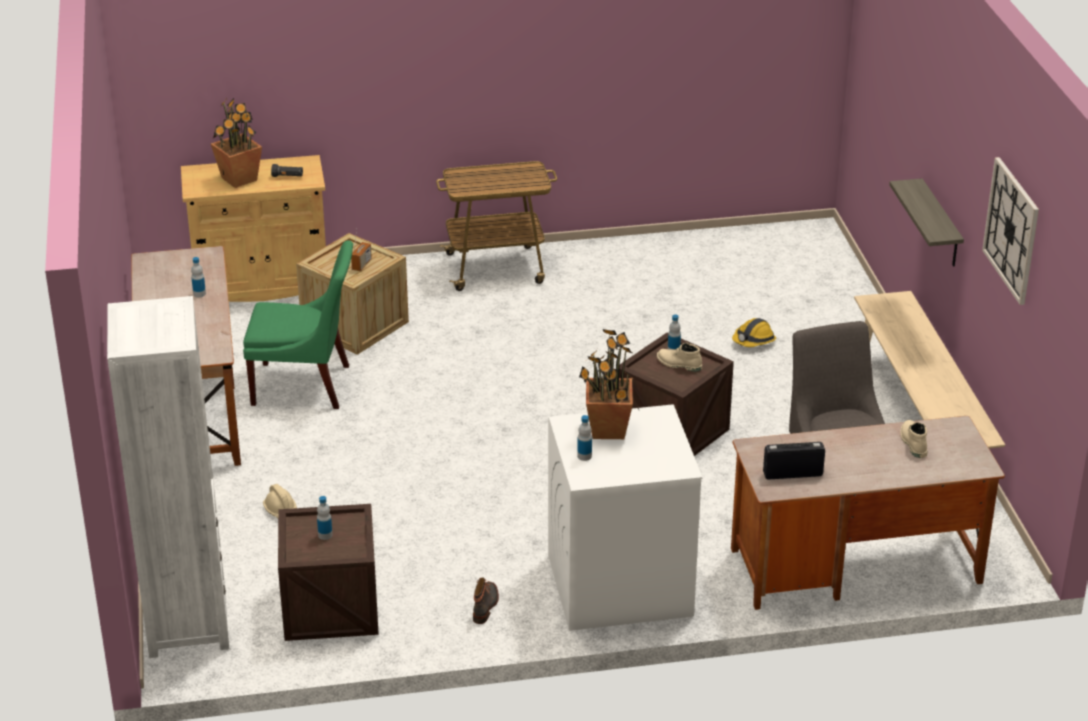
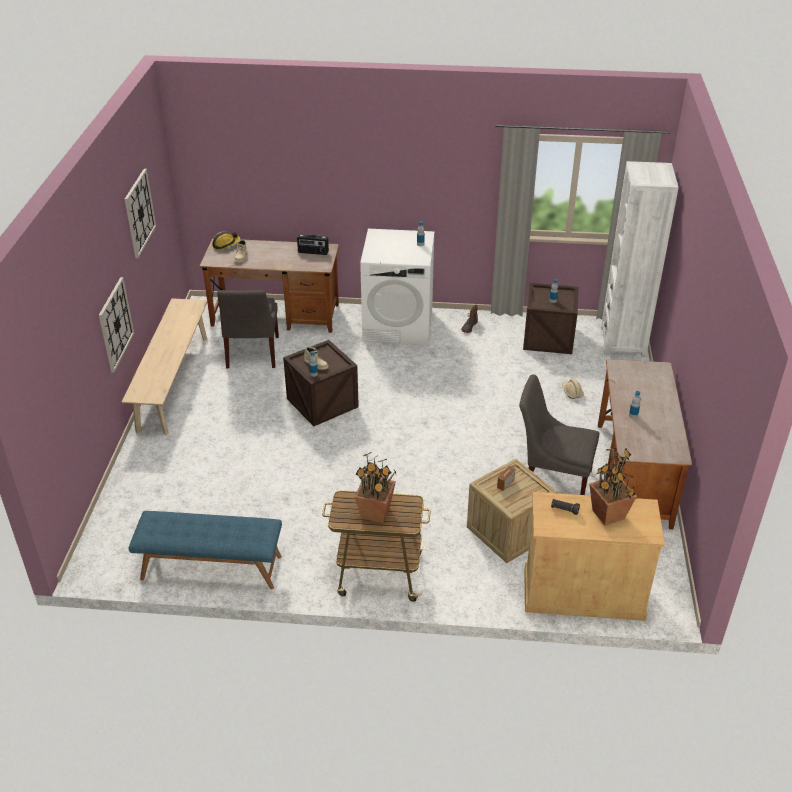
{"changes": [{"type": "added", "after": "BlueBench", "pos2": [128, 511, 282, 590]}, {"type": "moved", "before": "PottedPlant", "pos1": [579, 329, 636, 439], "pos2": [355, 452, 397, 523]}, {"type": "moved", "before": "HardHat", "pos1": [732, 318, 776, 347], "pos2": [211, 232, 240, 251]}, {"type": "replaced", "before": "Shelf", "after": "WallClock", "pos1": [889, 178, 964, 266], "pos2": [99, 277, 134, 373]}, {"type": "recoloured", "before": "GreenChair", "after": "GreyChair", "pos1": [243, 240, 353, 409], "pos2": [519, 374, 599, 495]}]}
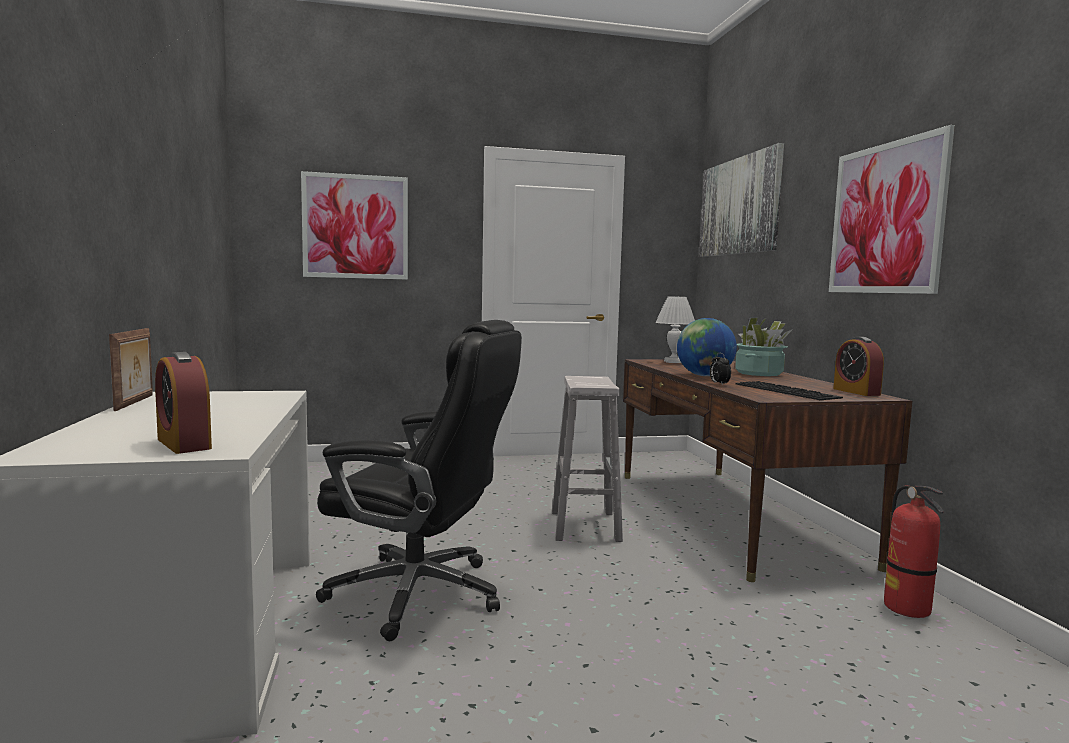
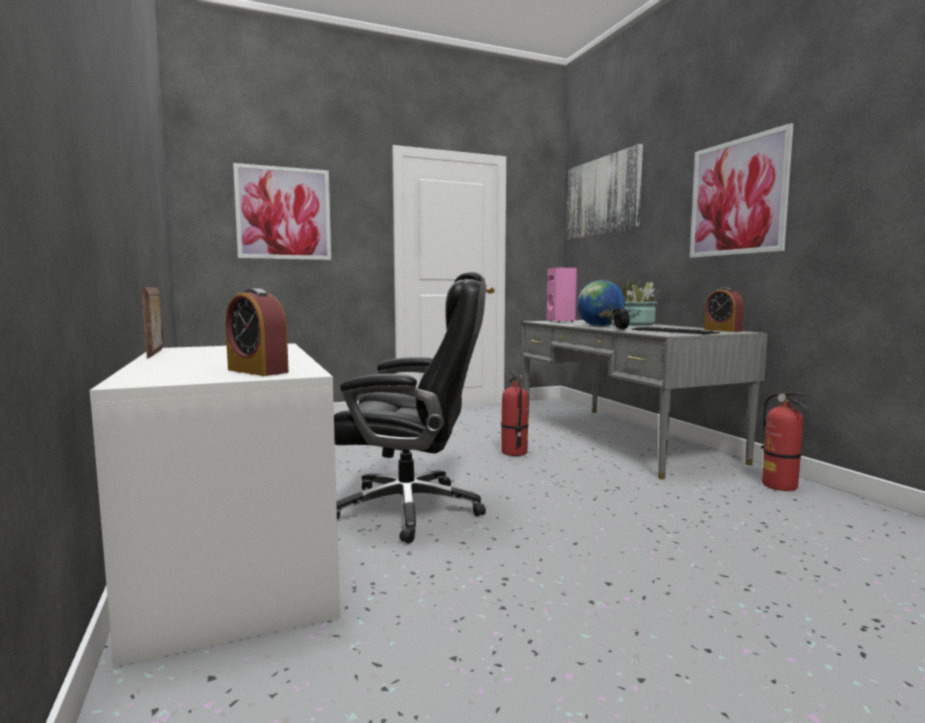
{"changes": [{"type": "replaced", "before": "WhiteStool", "after": "FireExtinguisher", "pos1": [552, 376, 623, 542], "pos2": [501, 371, 528, 456]}, {"type": "replaced", "before": "WhiteTableLamp", "after": "PinkSpeaker", "pos1": [656, 296, 695, 363], "pos2": [547, 268, 577, 322]}, {"type": "recoloured", "before": "BrownDesk", "after": "GreyDesk", "pos1": [623, 359, 912, 582], "pos2": [521, 320, 768, 479]}]}
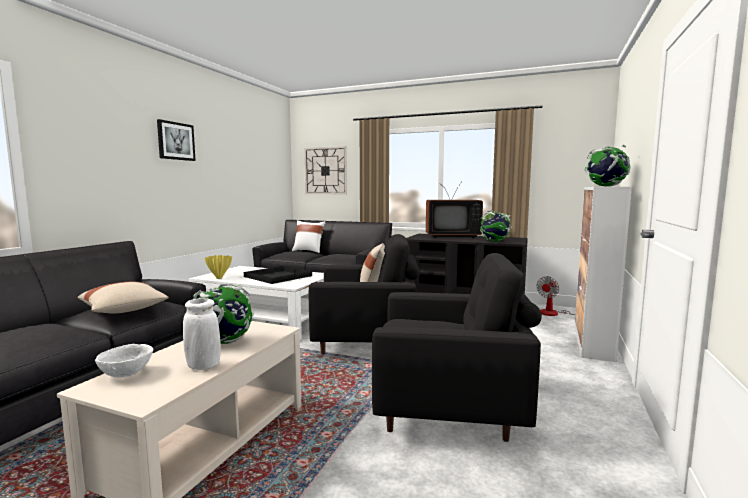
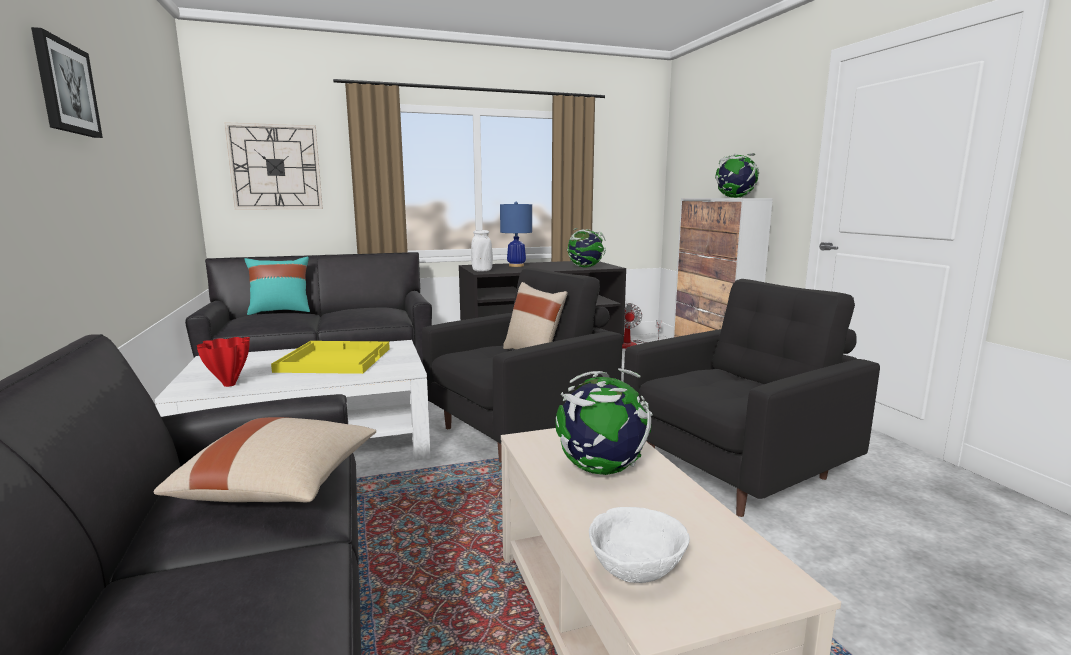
{"changes": [{"type": "moved", "before": "WhiteVase", "pos1": [183, 298, 221, 370], "pos2": [471, 230, 493, 272]}, {"type": "replaced", "before": "Television", "after": "BlueTableLamp", "pos1": [426, 181, 483, 238], "pos2": [500, 201, 532, 267]}, {"type": "recoloured", "before": "YellowVase", "after": "RedVase", "pos1": [205, 255, 232, 279], "pos2": [197, 337, 250, 387]}, {"type": "recoloured", "before": "BlackTray", "after": "YellowTray", "pos1": [244, 266, 312, 284], "pos2": [271, 341, 390, 374]}, {"type": "recoloured", "before": "WhitePillow", "after": "TurquoisePillow", "pos1": [292, 220, 326, 253], "pos2": [245, 256, 310, 315]}]}
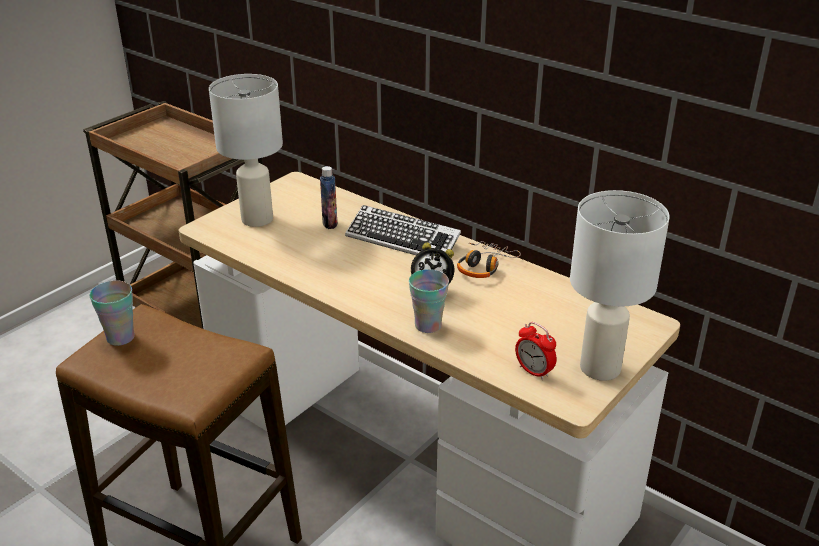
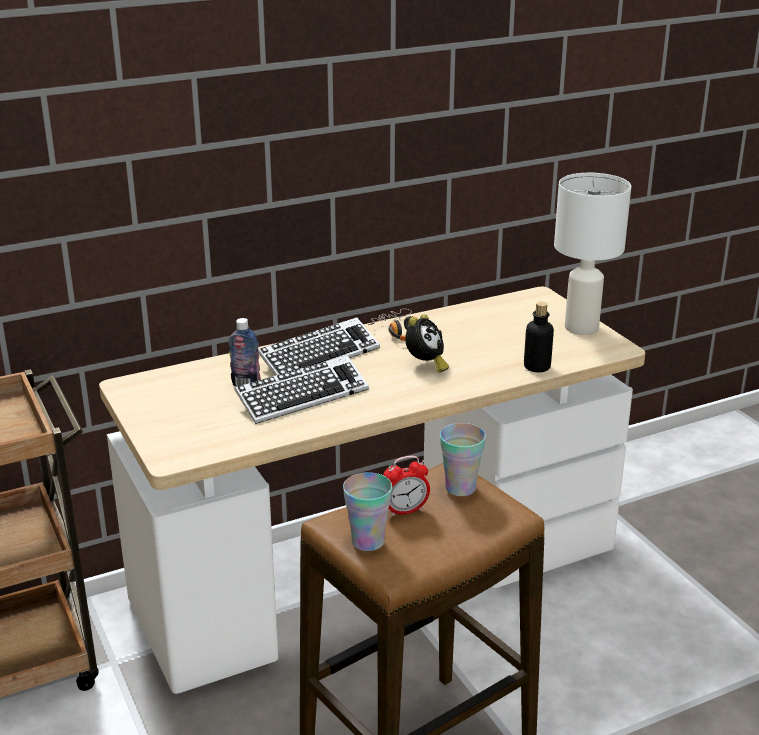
{"changes": [{"type": "removed", "before": "WhiteTableLamp", "pos1": [209, 74, 283, 227]}, {"type": "added", "after": "Keyboard", "pos2": [235, 355, 369, 424]}, {"type": "added", "after": "Bottle", "pos2": [524, 302, 554, 372]}, {"type": "moved", "before": "Cup", "pos1": [409, 269, 449, 333], "pos2": [440, 423, 486, 496]}, {"type": "moved", "before": "AlarmClock", "pos1": [515, 322, 557, 380], "pos2": [383, 456, 430, 517]}]}
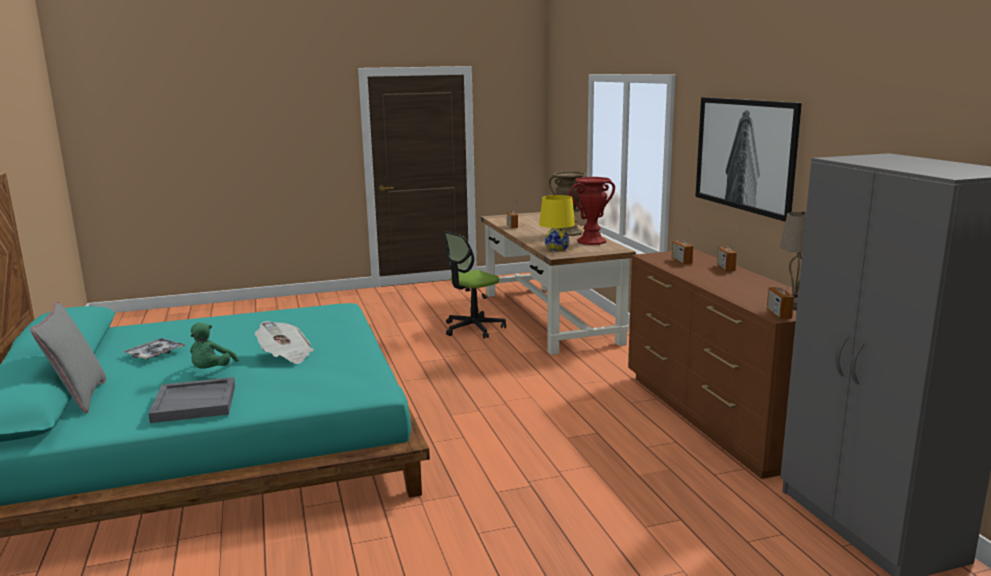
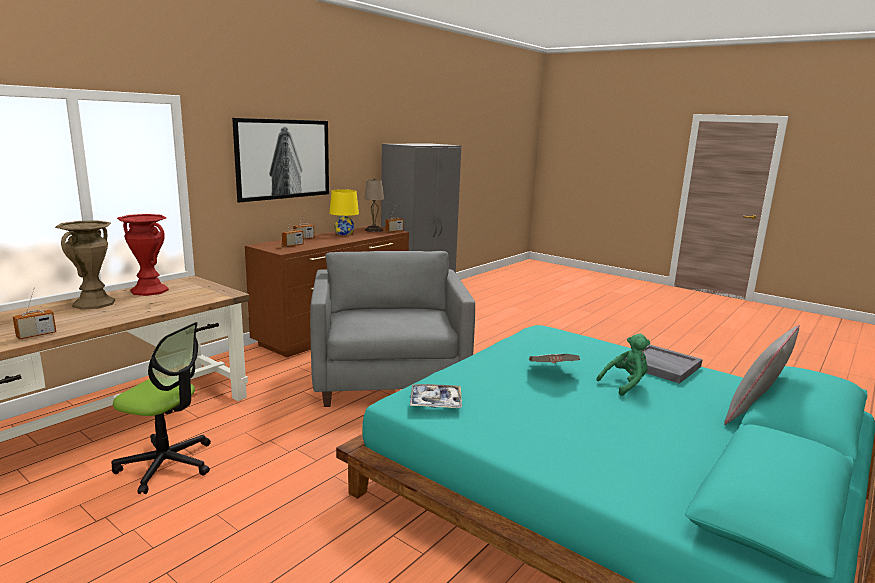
{"changes": [{"type": "added", "after": "GreyArmchair", "pos2": [310, 251, 475, 407]}, {"type": "moved", "before": "Tray", "pos1": [123, 338, 186, 360], "pos2": [410, 384, 462, 408]}, {"type": "moved", "before": "YellowTableLamp", "pos1": [539, 195, 575, 251], "pos2": [329, 189, 359, 235]}]}
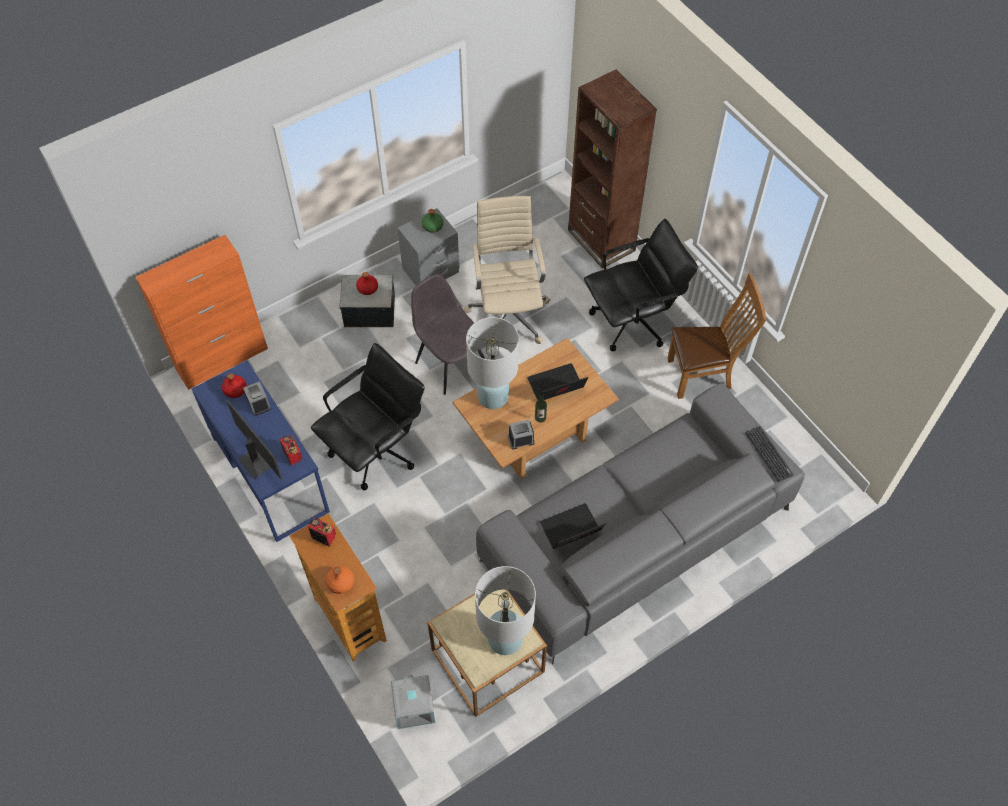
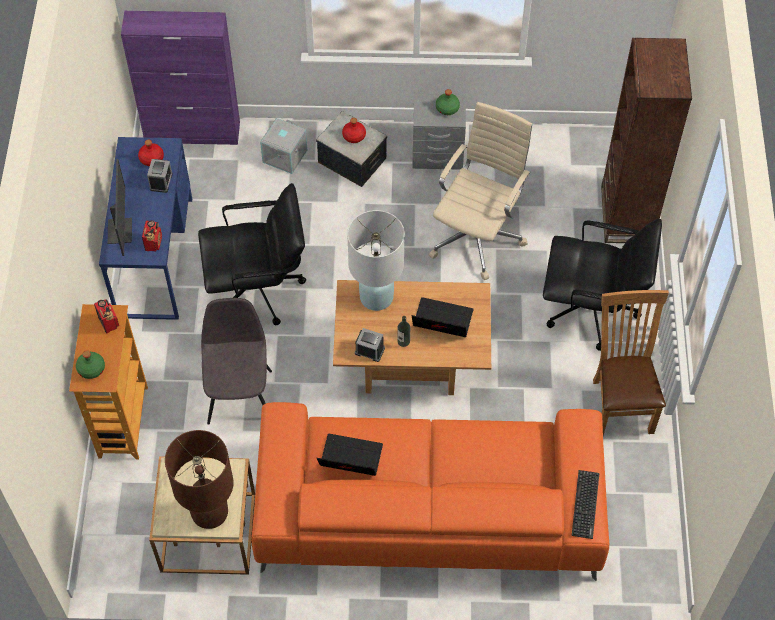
{"changes": [{"type": "moved", "before": "GreyStorageBox", "pos1": [391, 675, 435, 729], "pos2": [260, 118, 307, 174]}, {"type": "moved", "before": "GreyChair", "pos1": [411, 274, 485, 395], "pos2": [201, 298, 272, 425]}, {"type": "recoloured", "before": "OrangeCabinet", "after": "PurpleCabinet", "pos1": [136, 235, 268, 390], "pos2": [121, 11, 240, 145]}, {"type": "recoloured", "before": "OrangeBottle", "after": "GreenBottle", "pos1": [326, 566, 354, 594], "pos2": [76, 350, 105, 379]}, {"type": "recoloured", "before": "WhiteTableLamp", "after": "BrownTableLamp", "pos1": [475, 566, 536, 655], "pos2": [165, 430, 234, 529]}, {"type": "recoloured", "before": "GreySofa", "after": "OrangeSofa", "pos1": [476, 383, 805, 664], "pos2": [251, 402, 609, 581]}, {"type": "turned", "before": "BrownChair", "pos1": [667, 273, 767, 399], "pos2": [593, 290, 669, 435], "turn": -120}]}
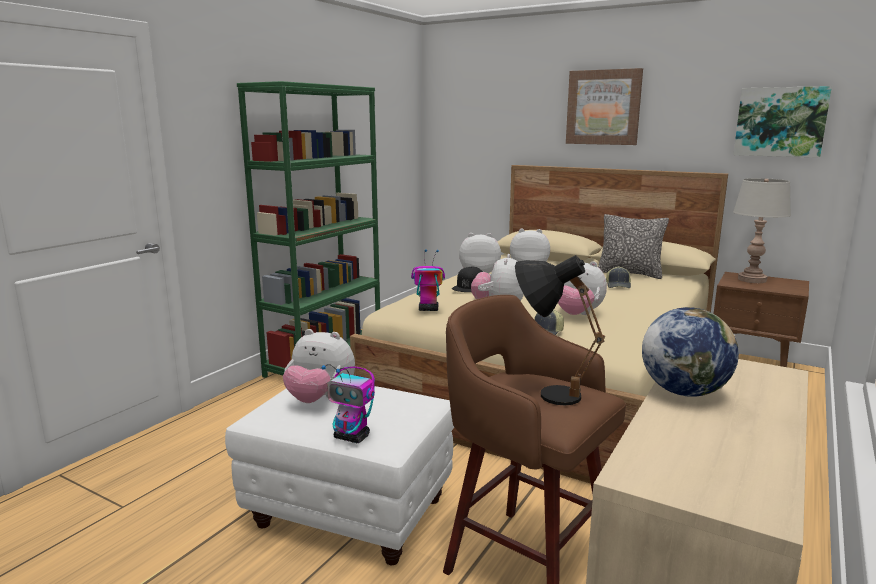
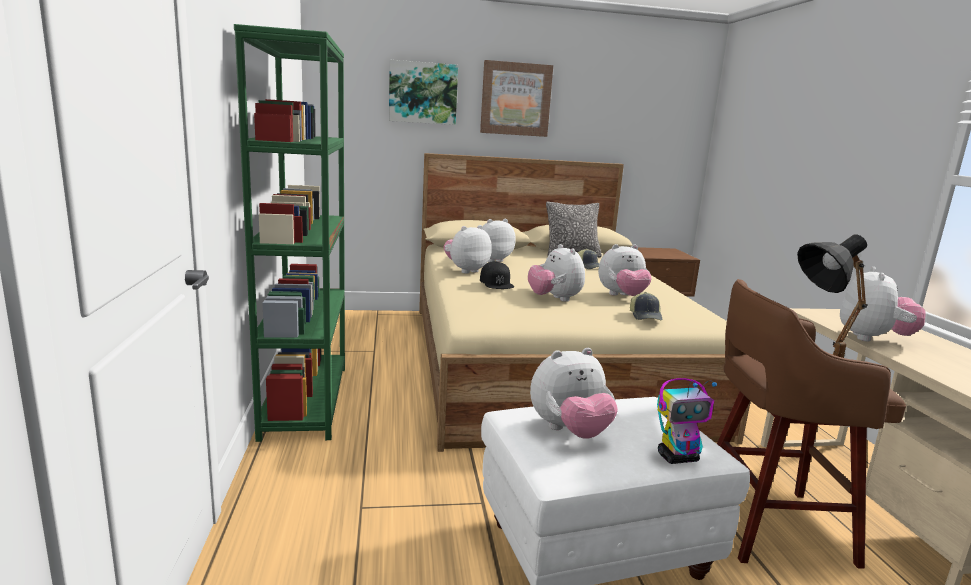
{"changes": [{"type": "removed", "before": "ToyRobot", "pos1": [411, 249, 445, 311]}, {"type": "removed", "before": "GreyTableLamp", "pos1": [733, 178, 791, 283]}, {"type": "moved", "before": "Picture", "pos1": [733, 86, 832, 158], "pos2": [389, 60, 458, 125]}, {"type": "replaced", "before": "Globe", "after": "PlushToy", "pos1": [642, 307, 739, 397], "pos2": [840, 267, 926, 341]}]}
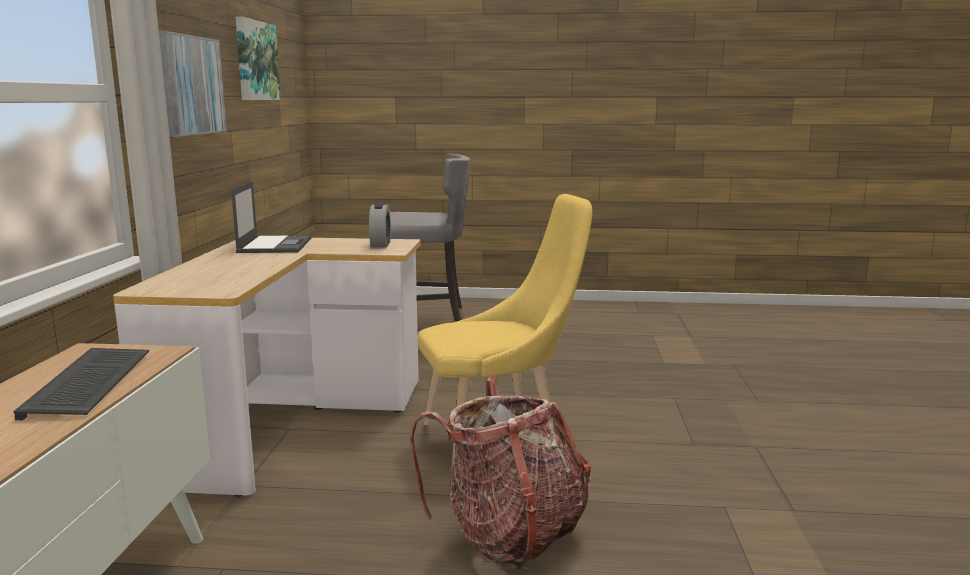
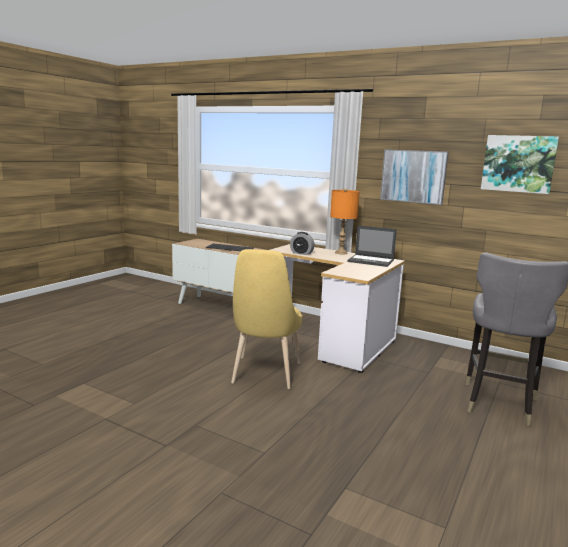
{"changes": [{"type": "removed", "before": "Backpack", "pos1": [410, 376, 591, 569]}, {"type": "added", "after": "OrangeTableLamp", "pos2": [330, 188, 360, 254]}, {"type": "moved", "before": "AlarmClock", "pos1": [369, 203, 391, 248], "pos2": [290, 232, 315, 255]}]}
